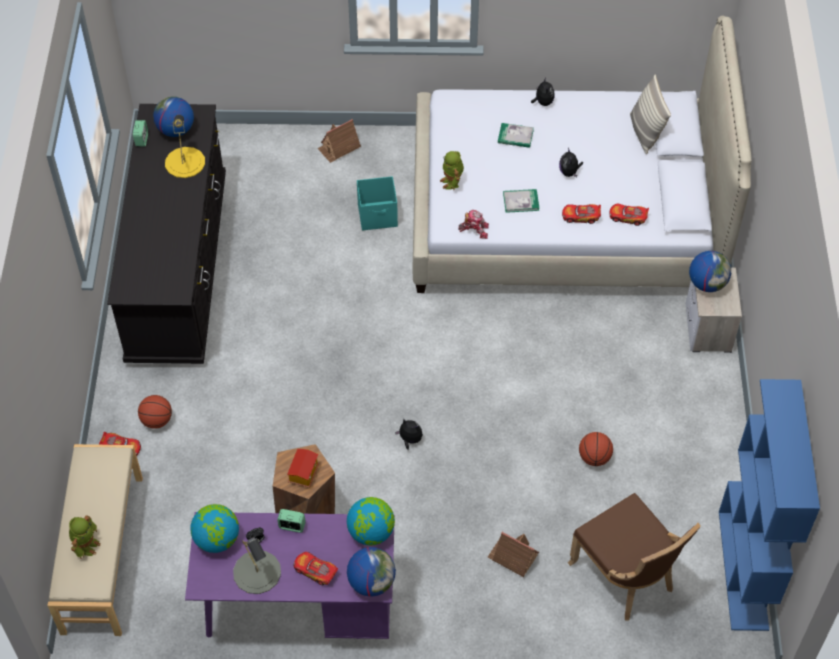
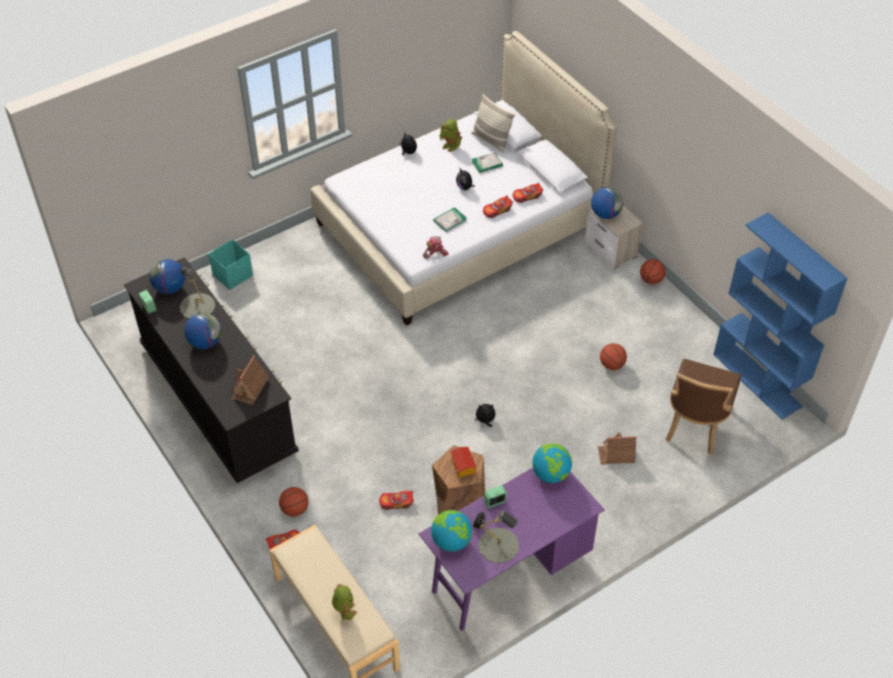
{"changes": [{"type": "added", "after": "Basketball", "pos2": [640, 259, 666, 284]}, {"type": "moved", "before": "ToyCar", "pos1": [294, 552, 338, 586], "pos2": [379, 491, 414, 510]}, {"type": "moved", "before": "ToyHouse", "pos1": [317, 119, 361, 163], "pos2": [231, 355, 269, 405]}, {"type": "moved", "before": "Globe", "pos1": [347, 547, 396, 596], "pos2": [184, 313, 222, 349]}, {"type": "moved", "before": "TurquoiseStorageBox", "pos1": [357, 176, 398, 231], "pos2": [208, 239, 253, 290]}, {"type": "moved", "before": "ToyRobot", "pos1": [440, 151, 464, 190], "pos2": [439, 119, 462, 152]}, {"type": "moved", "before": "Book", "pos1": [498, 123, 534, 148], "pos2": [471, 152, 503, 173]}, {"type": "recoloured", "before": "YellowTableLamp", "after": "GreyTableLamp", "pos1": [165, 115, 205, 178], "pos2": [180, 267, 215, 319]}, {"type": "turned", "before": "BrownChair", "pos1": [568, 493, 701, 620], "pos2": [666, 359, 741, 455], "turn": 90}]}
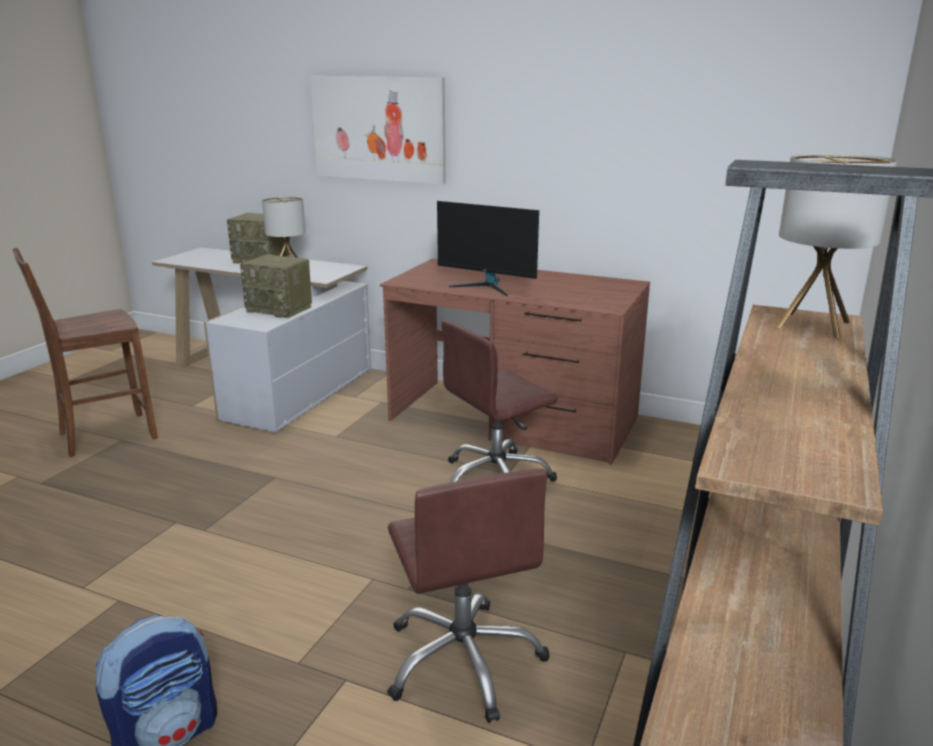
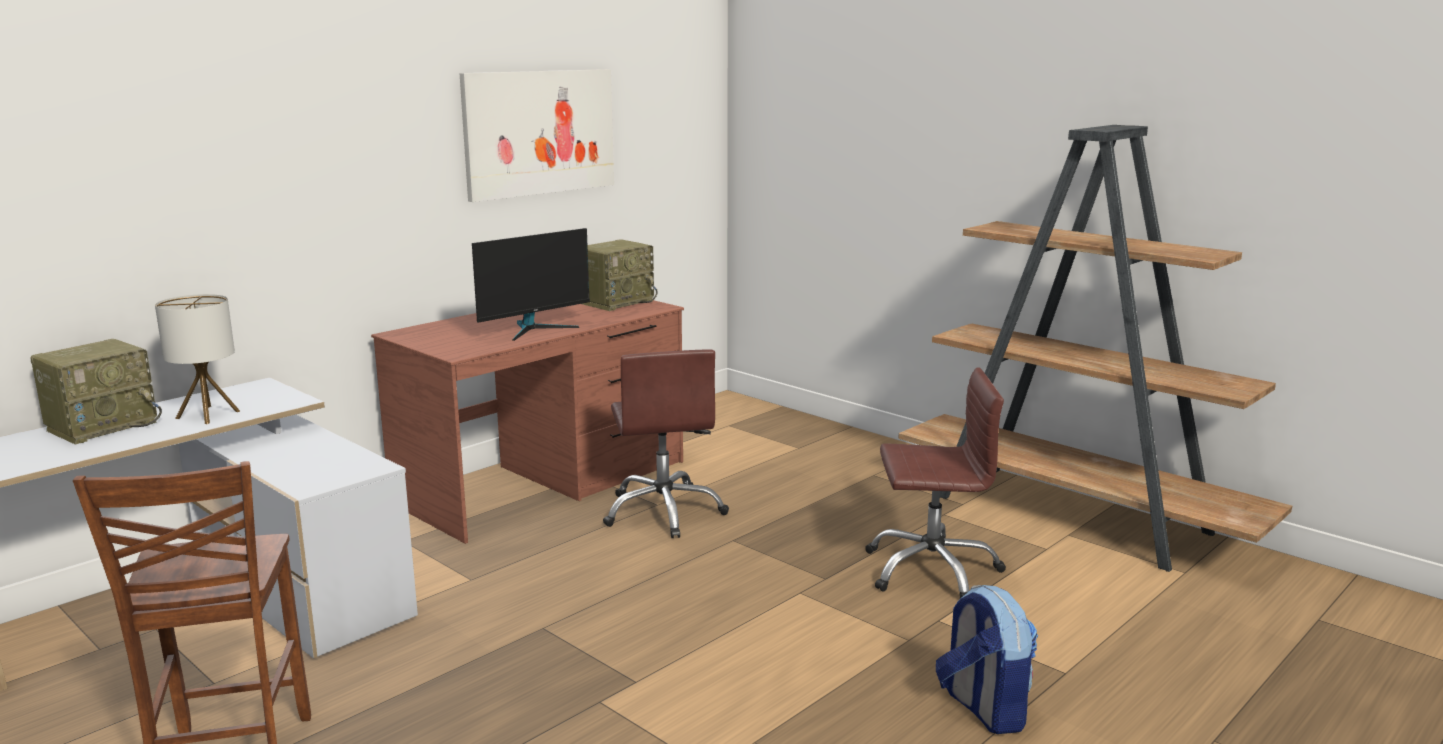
{"changes": [{"type": "removed", "before": "TableLamp", "pos1": [775, 153, 897, 338]}, {"type": "moved", "before": "Radio", "pos1": [240, 254, 312, 318], "pos2": [582, 239, 658, 311]}, {"type": "moved", "before": "Picture", "pos1": [310, 76, 446, 184], "pos2": [459, 69, 614, 202]}]}
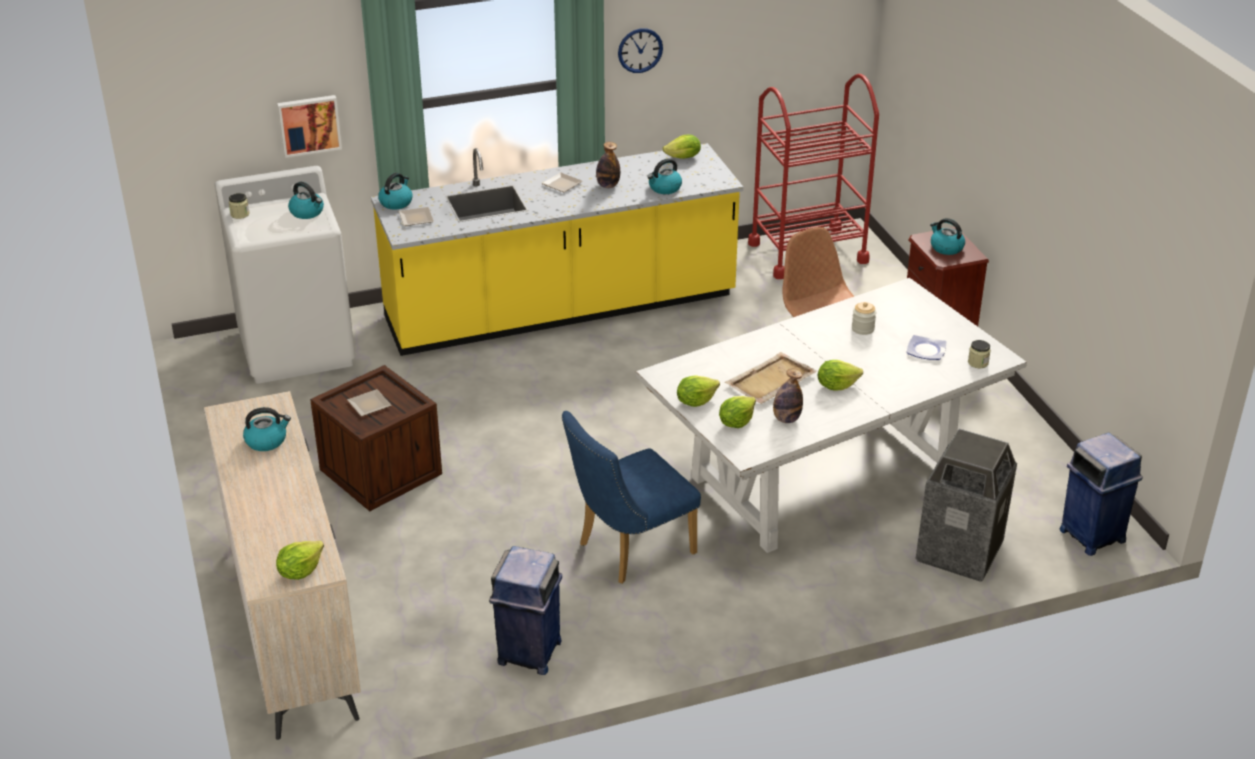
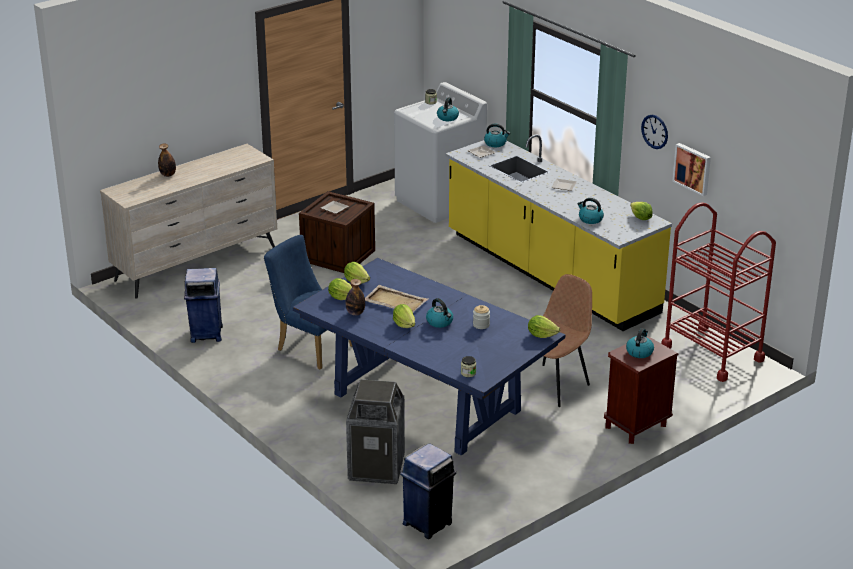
{"changes": [{"type": "removed", "before": "Plate", "pos1": [907, 335, 946, 360]}, {"type": "moved", "before": "Kettle", "pos1": [243, 407, 291, 451], "pos2": [426, 298, 453, 328]}, {"type": "moved", "before": "Lettuce", "pos1": [276, 541, 324, 580], "pos2": [528, 315, 560, 338]}, {"type": "moved", "before": "Picture", "pos1": [277, 95, 342, 158], "pos2": [672, 143, 711, 196]}, {"type": "moved", "before": "Bottle", "pos1": [596, 142, 620, 188], "pos2": [158, 143, 176, 177]}, {"type": "recoloured", "before": "WhiteDiningTable", "after": "BlueDiningTable", "pos1": [636, 278, 1027, 553], "pos2": [293, 258, 565, 456]}]}
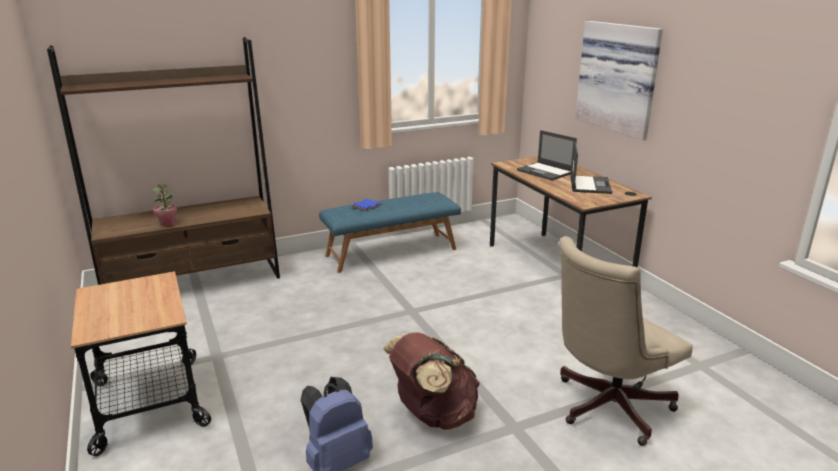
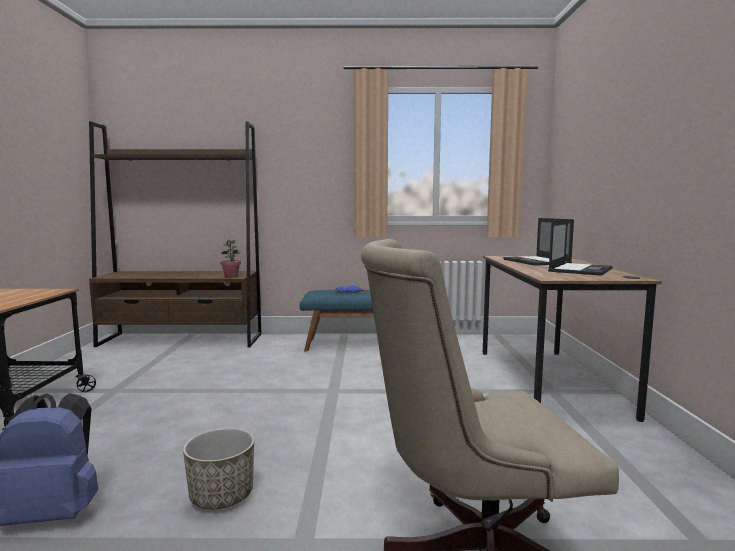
{"changes": [{"type": "removed", "before": "Picture", "pos1": [575, 21, 663, 140]}, {"type": "moved", "before": "PottedPlant", "pos1": [153, 184, 177, 227], "pos2": [220, 239, 241, 278]}, {"type": "replaced", "before": "BrownBackpack", "after": "Planter", "pos1": [383, 332, 480, 430], "pos2": [183, 428, 254, 509]}]}
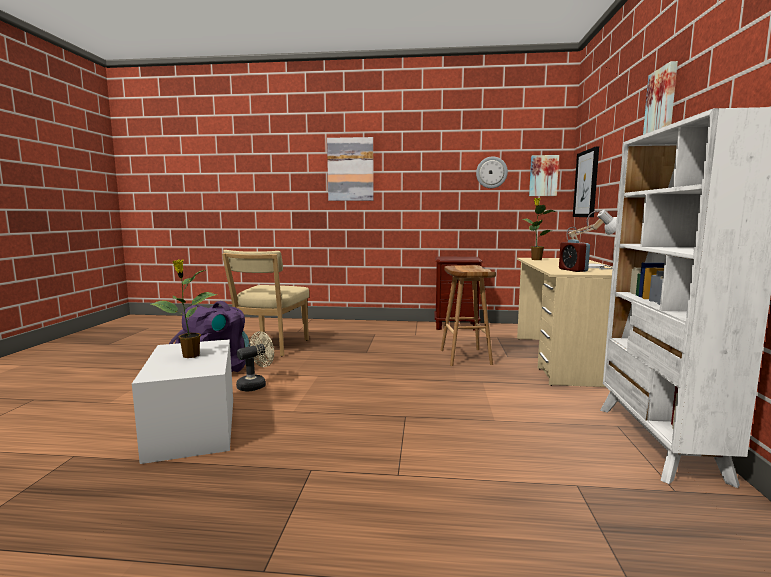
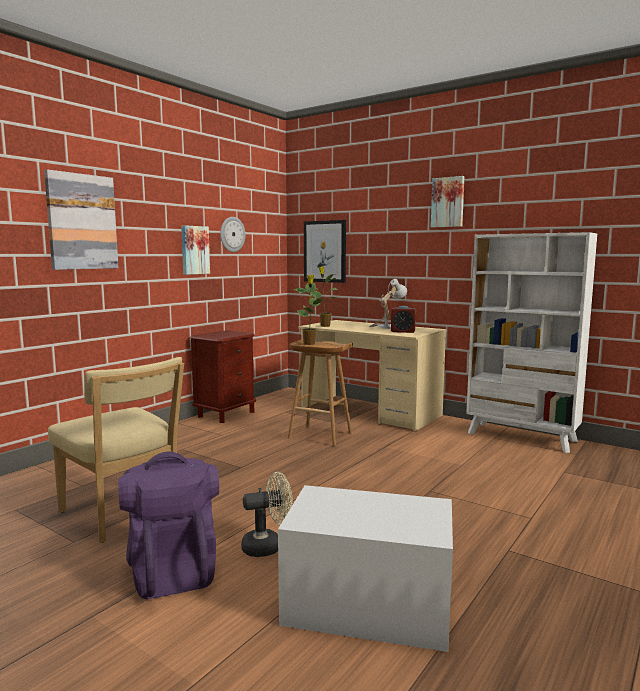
{"changes": [{"type": "moved", "before": "PottedPlant", "pos1": [151, 259, 217, 358], "pos2": [294, 275, 324, 345]}, {"type": "moved", "before": "Picture", "pos1": [529, 155, 559, 196], "pos2": [181, 225, 210, 275]}, {"type": "turned", "before": "BeigeFan", "pos1": [236, 331, 274, 392], "pos2": [241, 472, 293, 557], "turn": 90}]}
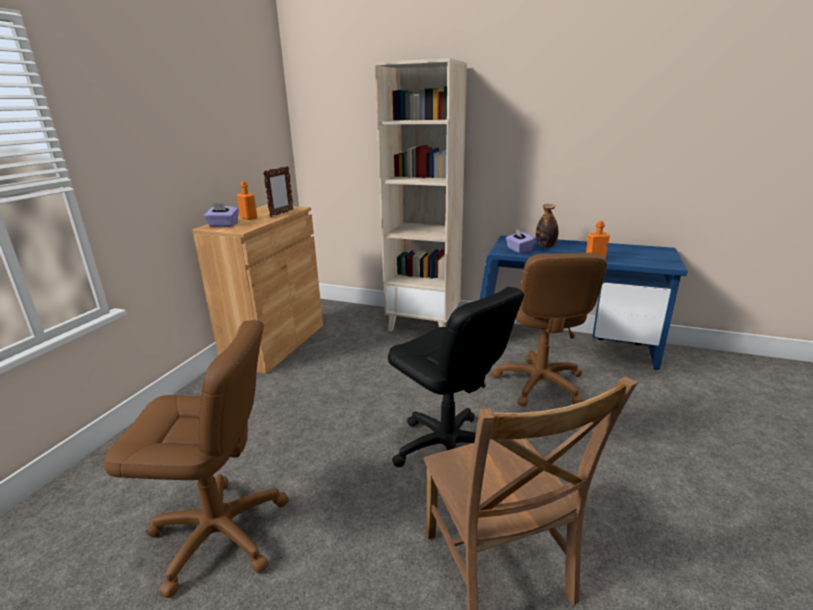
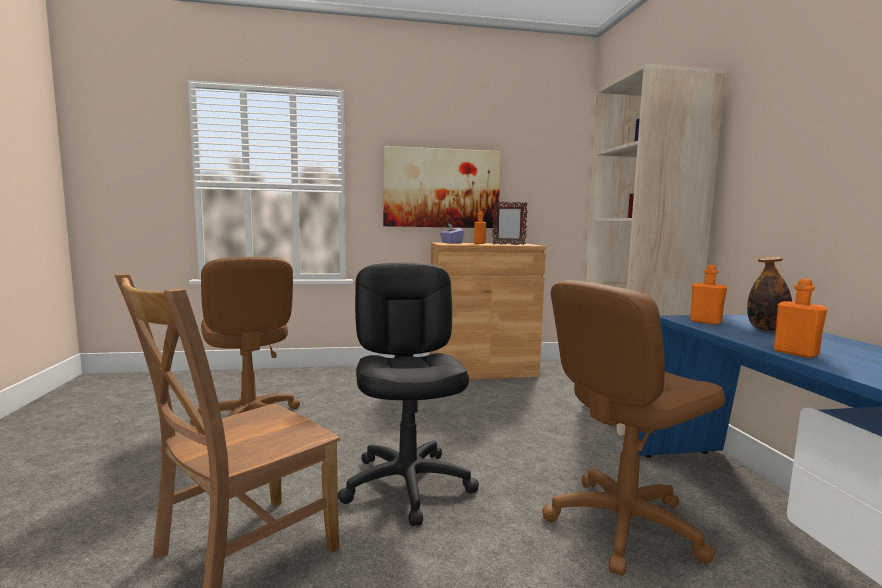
{"changes": [{"type": "added", "after": "Picture", "pos2": [383, 146, 501, 228]}, {"type": "replaced", "before": "PurpleTissueBox", "after": "OrangeBottle", "pos1": [506, 228, 534, 254], "pos2": [690, 265, 727, 325]}, {"type": "turned", "before": "BlackOfficeChair", "pos1": [388, 287, 524, 467], "pos2": [338, 263, 479, 526], "turn": 150}]}
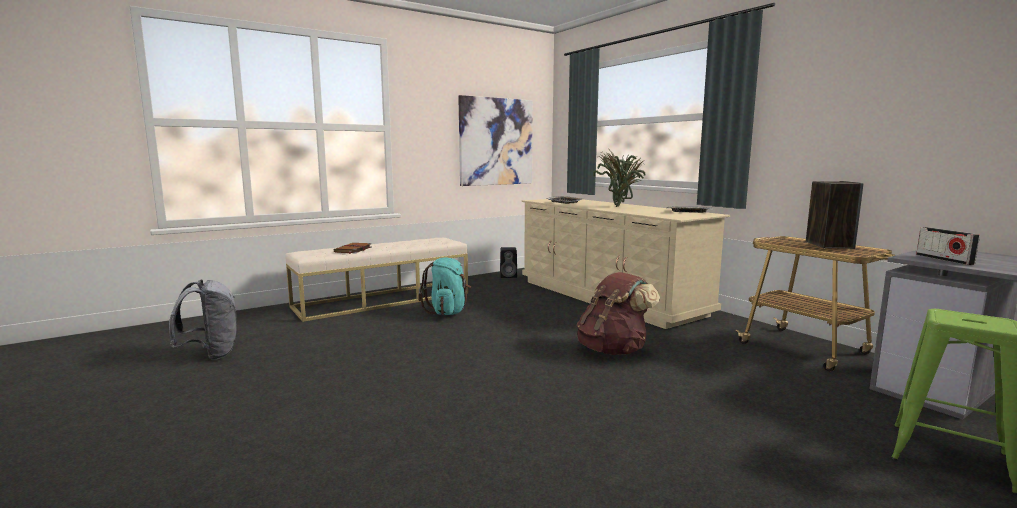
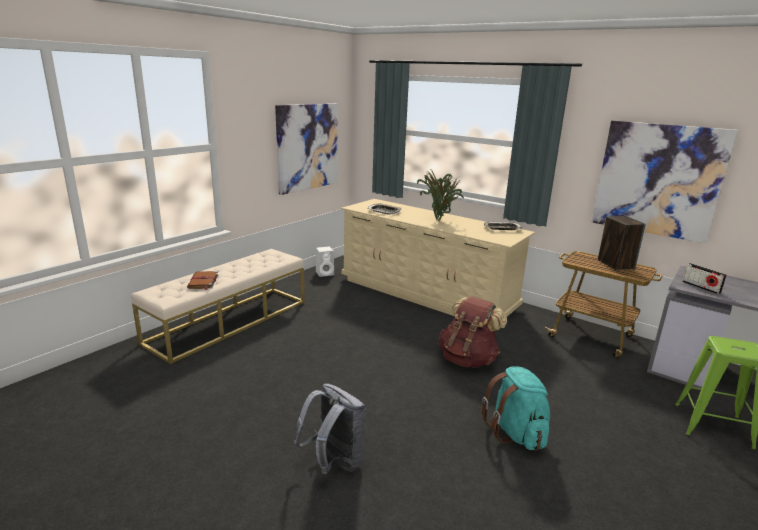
{"changes": [{"type": "added", "after": "Picture", "pos2": [592, 121, 738, 243]}, {"type": "moved", "before": "GreyBackpack", "pos1": [169, 279, 237, 360], "pos2": [294, 383, 366, 474]}, {"type": "moved", "before": "TurquoiseBackpack", "pos1": [418, 257, 471, 315], "pos2": [482, 366, 550, 450]}, {"type": "recoloured", "before": "BlackSpeaker", "after": "WhiteSpeaker", "pos1": [500, 247, 517, 278], "pos2": [316, 247, 334, 277]}]}
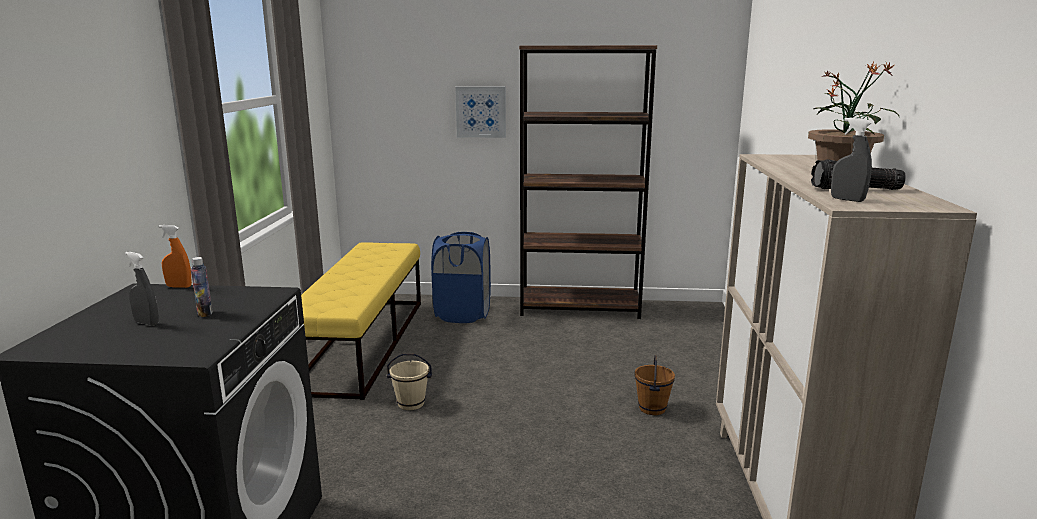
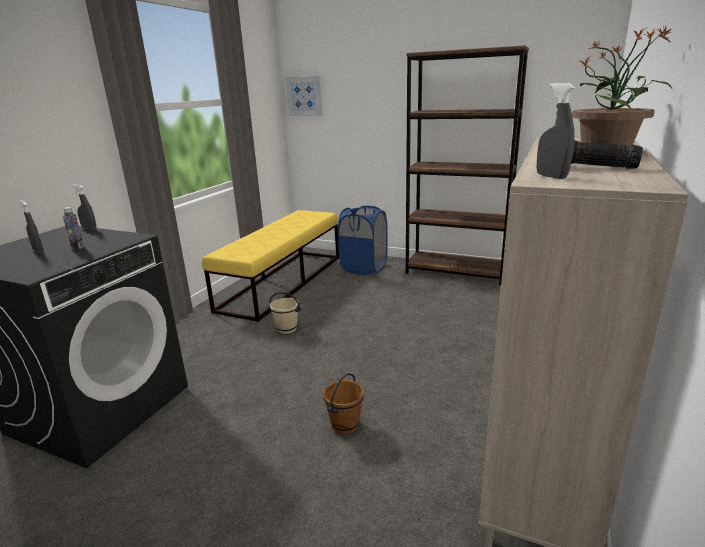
{"changes": [{"type": "moved", "before": "Picture", "pos1": [455, 87, 506, 138], "pos2": [286, 76, 322, 116]}, {"type": "moved", "before": "BrownBucket", "pos1": [635, 355, 675, 415], "pos2": [323, 373, 364, 434]}, {"type": "recoloured", "before": "OrangeSprayBottle", "after": "GreySprayBottle", "pos1": [159, 225, 192, 288], "pos2": [72, 185, 96, 230]}]}
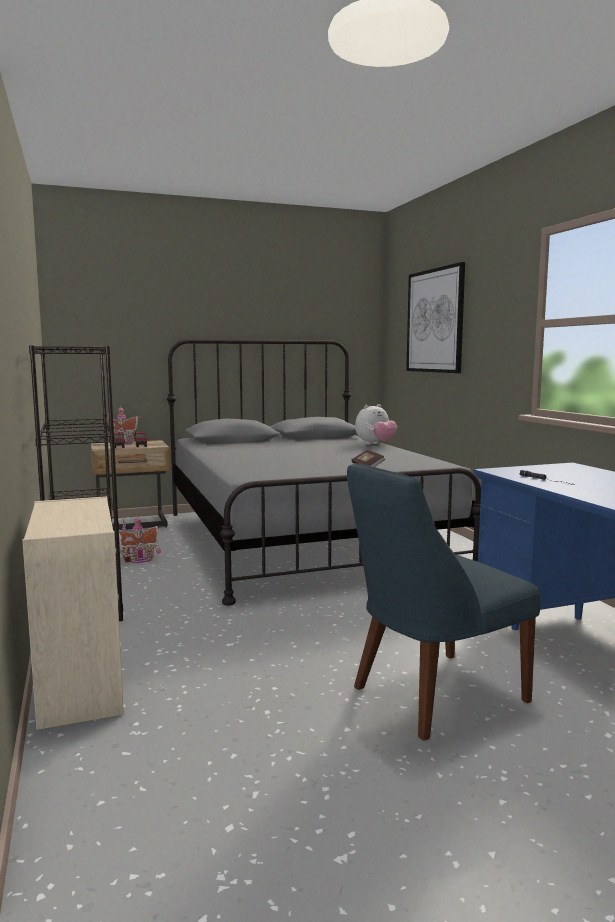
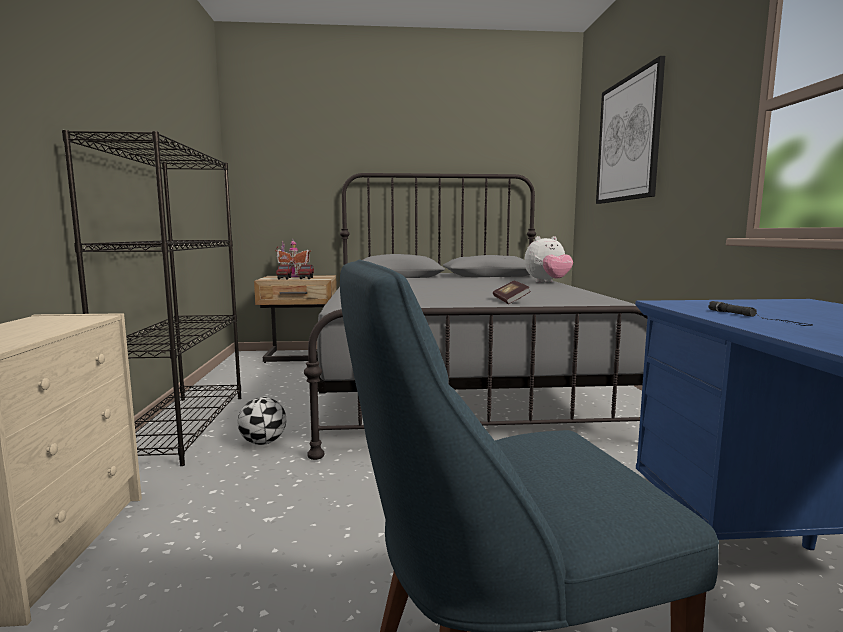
{"changes": [{"type": "removed", "before": "ToyHouse", "pos1": [114, 517, 161, 563]}, {"type": "added", "after": "Football", "pos2": [238, 397, 286, 445]}]}
